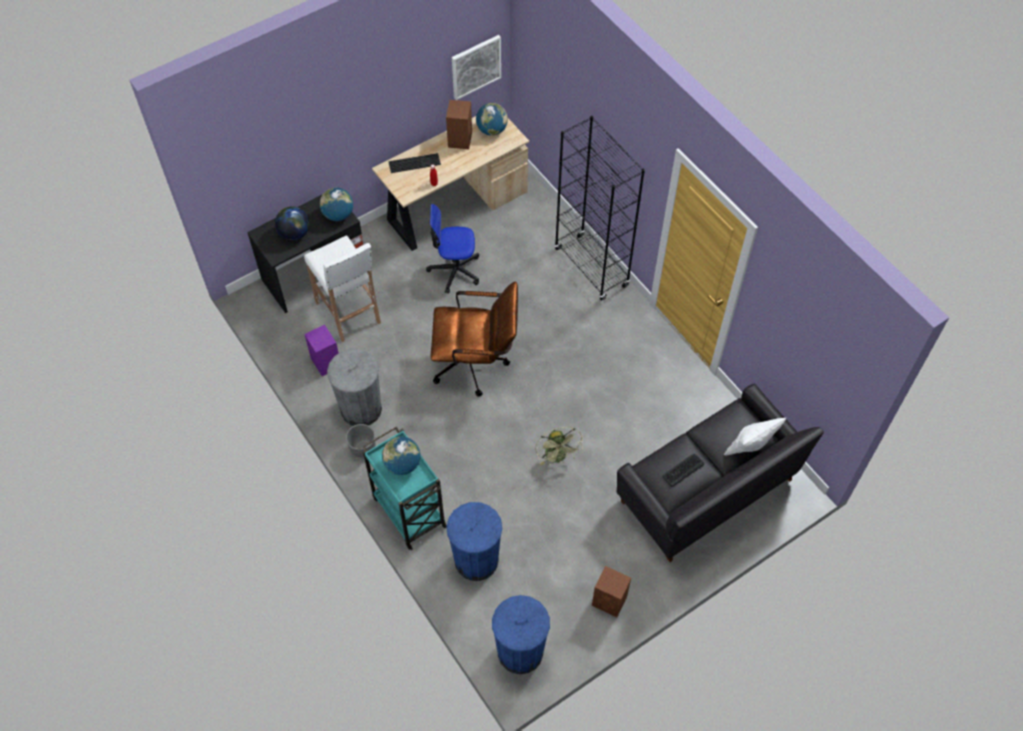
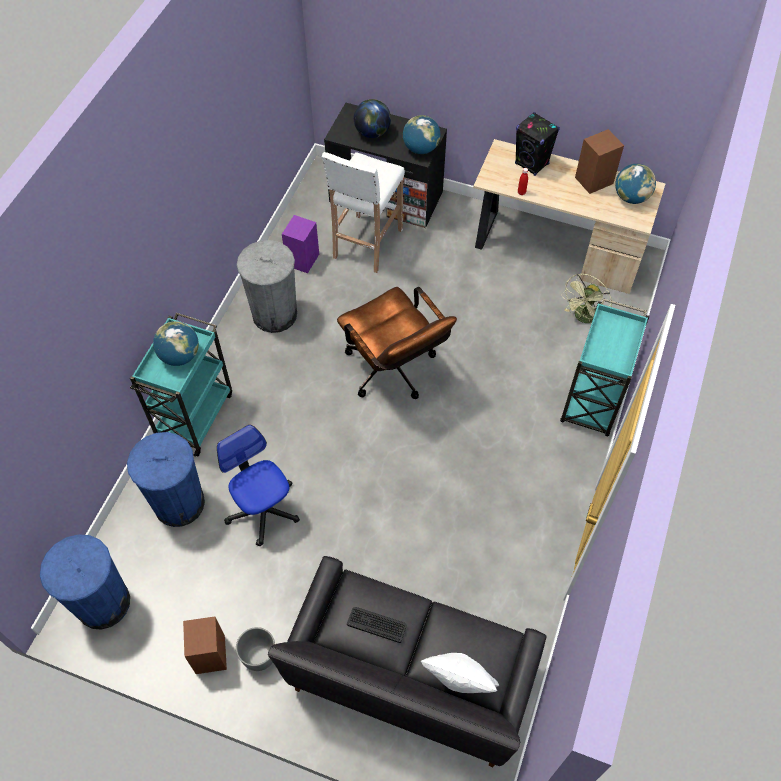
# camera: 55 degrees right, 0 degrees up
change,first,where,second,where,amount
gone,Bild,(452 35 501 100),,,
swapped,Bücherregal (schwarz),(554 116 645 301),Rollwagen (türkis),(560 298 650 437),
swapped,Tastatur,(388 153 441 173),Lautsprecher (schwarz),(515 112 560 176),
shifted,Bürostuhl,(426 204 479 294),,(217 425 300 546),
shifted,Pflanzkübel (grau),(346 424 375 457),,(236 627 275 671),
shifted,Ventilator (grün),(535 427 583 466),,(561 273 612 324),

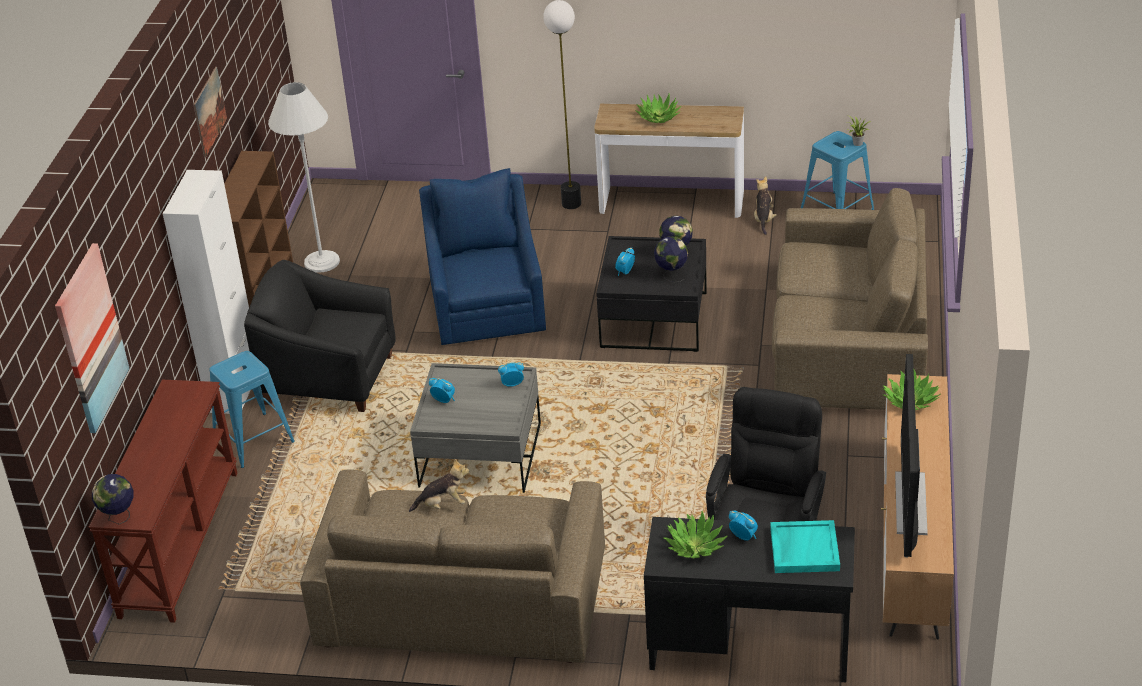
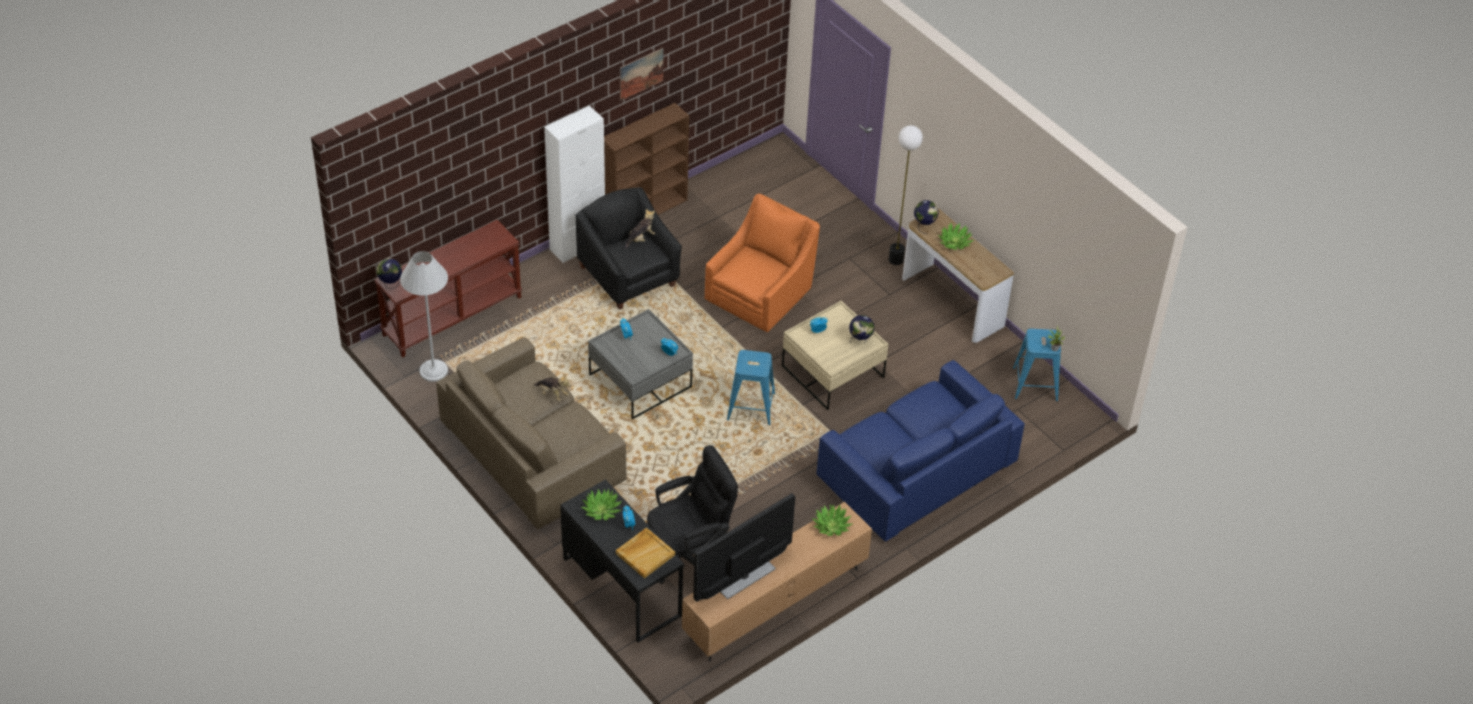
# camera: 40 degrees right, 10 degrees up
change,first,where,second,where,amount
shifted,Stehlampe (weiß),(268 82 340 273),,(400 251 448 382),
repainted,Sessel (blau),(419 168 546 345),Sessel (orange),(705 193 820 333),
shifted,Plüschtier,(754 176 777 235),,(625 209 655 249),
repainted,Sofa (braun),(772 188 928 410),Sofa (blau),(817 360 1025 542),
repainted,Couchtisch (schwarz),(596 236 707 352),Couchtisch (beige),(782 301 888 410),
shifted,Globus,(654 236 688 282),,(914 200 939 232),
gone,Bild,(55 243 130 433),,,
shifted,Hocker (blau),(209 351 295 468),,(727 350 775 425),
repainted,Tablett (türkis),(770 520 840 573),Tablett (beige),(616 527 675 578),

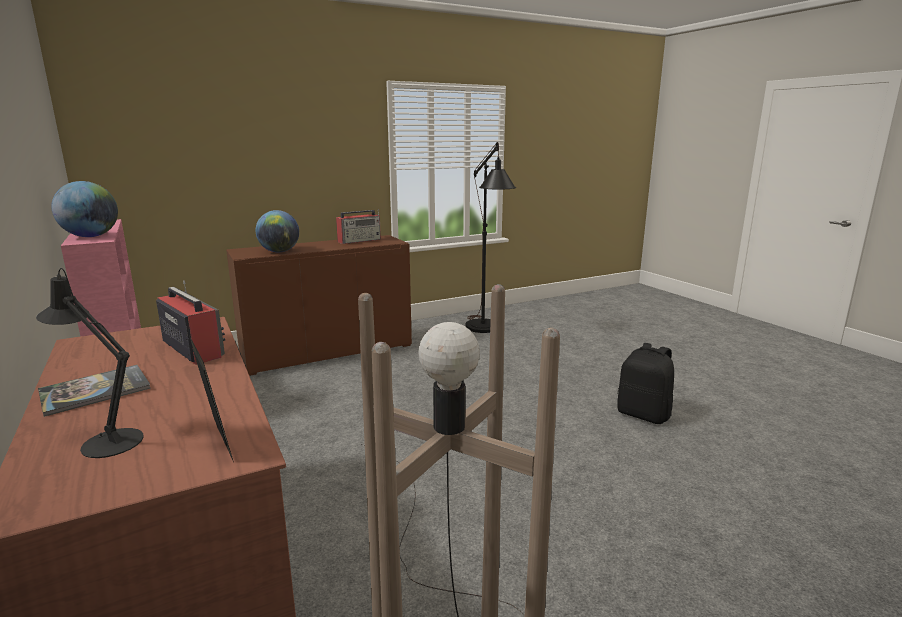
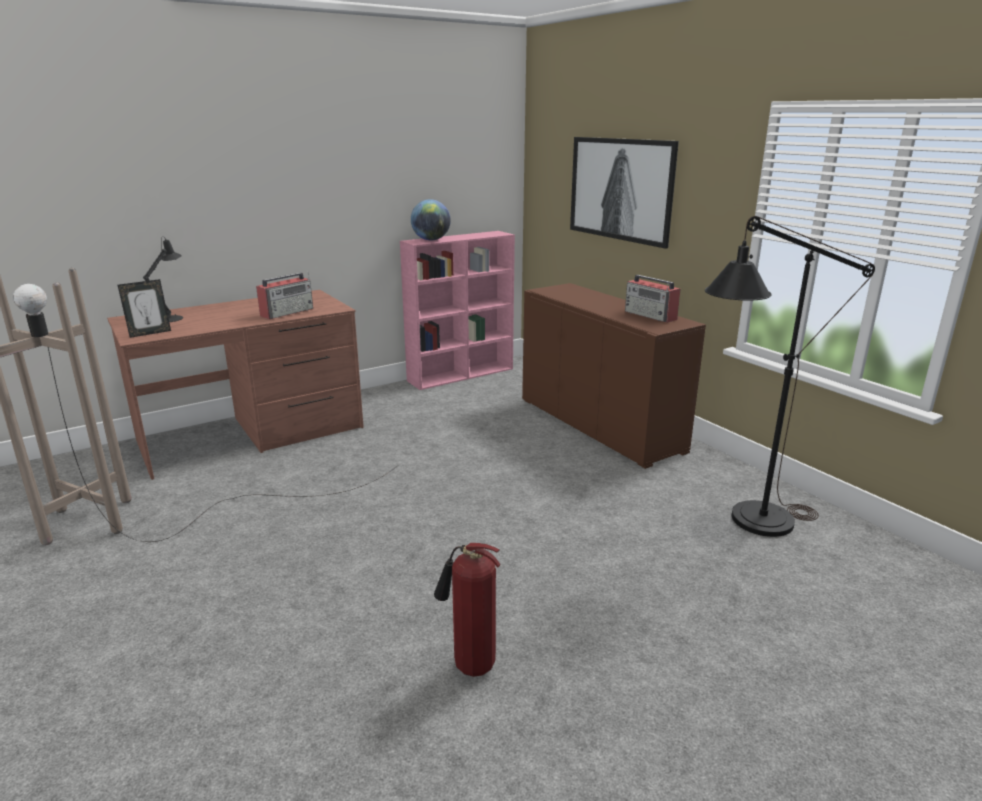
# camera: 85 degrees right, 5 degrees up
change,first,where,second,where,amount
gone,Globus,(255 210 299 252),,,
swapped,Rucksack (schwarz),(617 343 674 424),Feuerlöscher,(434 543 500 677),
gone,Buch,(38 365 151 417),,,
new,,,Bild,(570 137 679 249),

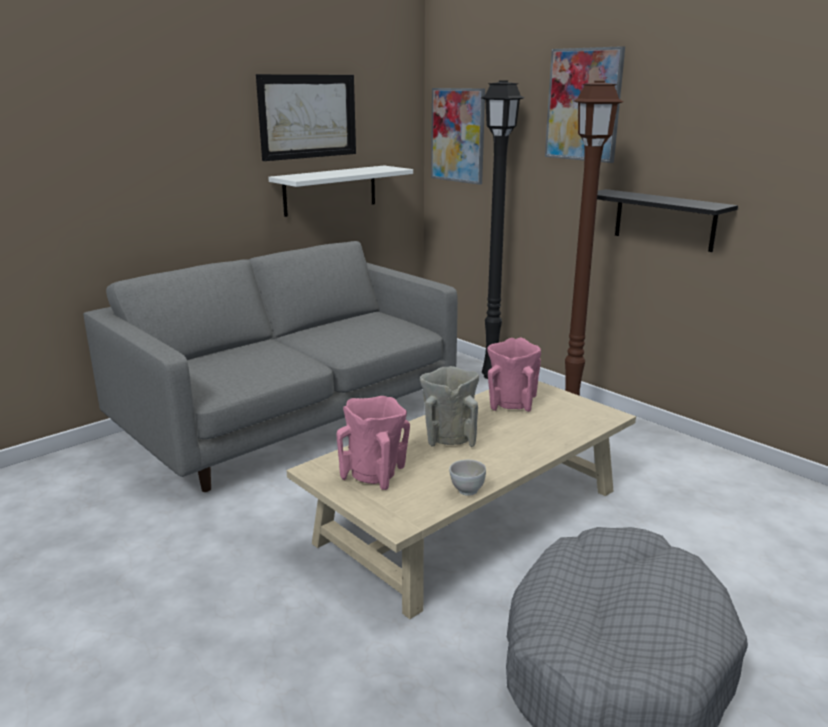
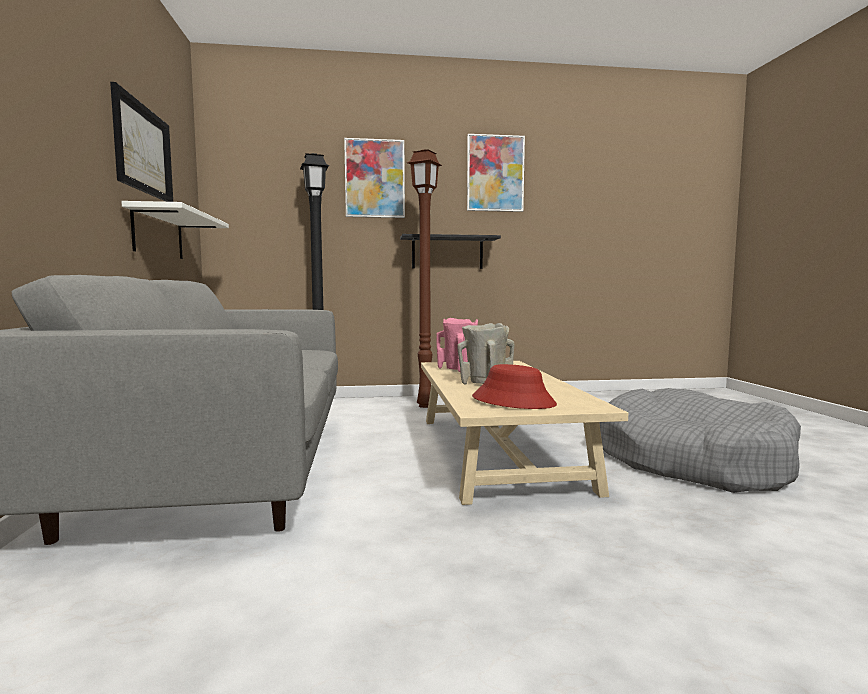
# camera: 55 degrees left, 15 degrees down
change,first,where,second,where,amount
shifted,Bild,(431 88 485 185),,(467 134 525 212),
swapped,Vase (rosa),(336 396 410 490),Hut (rot),(472 364 557 409),
gone,Schüssel (weiß),(449 460 486 496),,,

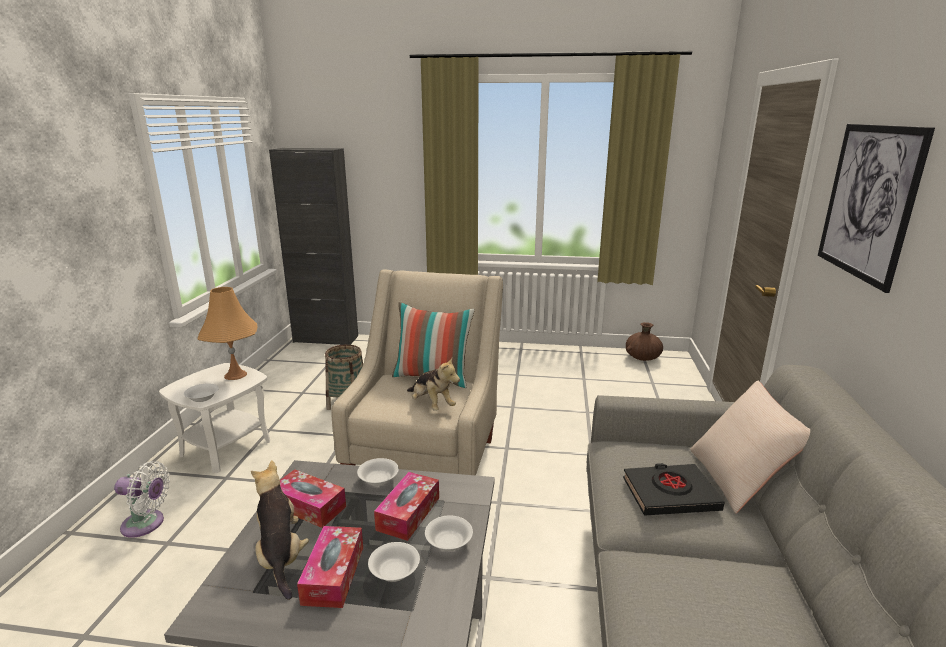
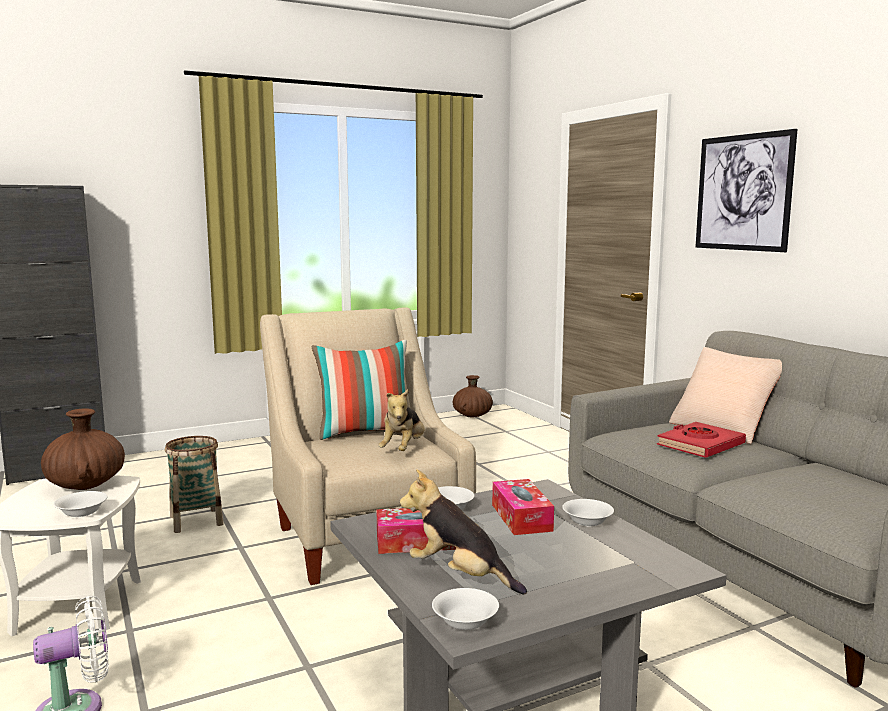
# camera: 35 degrees left, 10 degrees down
change,first,where,second,where,amount
swapped,Tischlampe (orange),(198 287 258 380),Vase (braun),(41 408 125 490),
rotated,Plüschtier,(407 357 460 411),,(378 389 424 451),90 degrees clockwise
repainted,Buch (schwarz),(623 463 725 516),Buch (rot),(657 422 746 458),
gone,Taschentuchbox,(297 526 363 608),,,
shifted,Schüssel (weiß),(368 542 420 582),,(432 588 499 630),

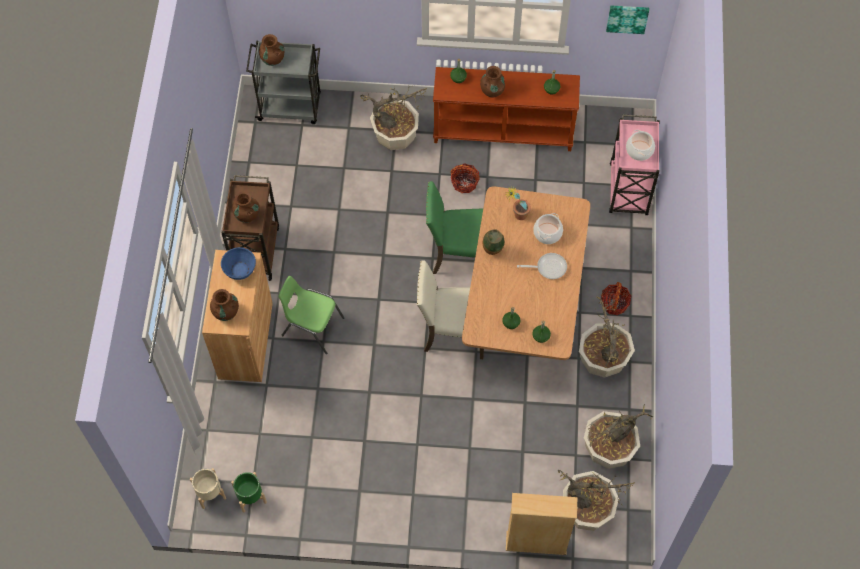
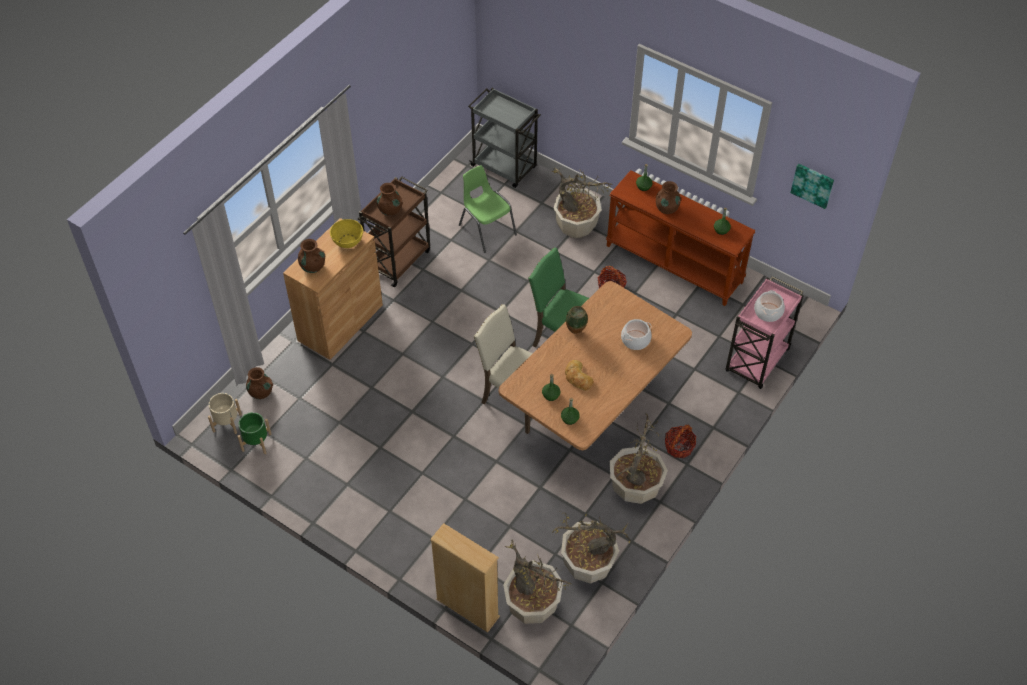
# camera: 30 degrees right, 10 degrees down
change,first,where,second,where,amount
shifted,Vase (braun),(259 34 285 66),,(246 367 273 399),
gone,Topfpflanze,(506 187 531 220),,,
repainted,Schüssel (blau),(221 247 256 280),Schüssel (gelb),(330 219 363 248),
gone,Pfanne,(517 253 567 279),,,
shifted,Stuhl (grün),(279 276 344 354),,(459 165 517 253),
new,,,Brot,(565 360 594 391),

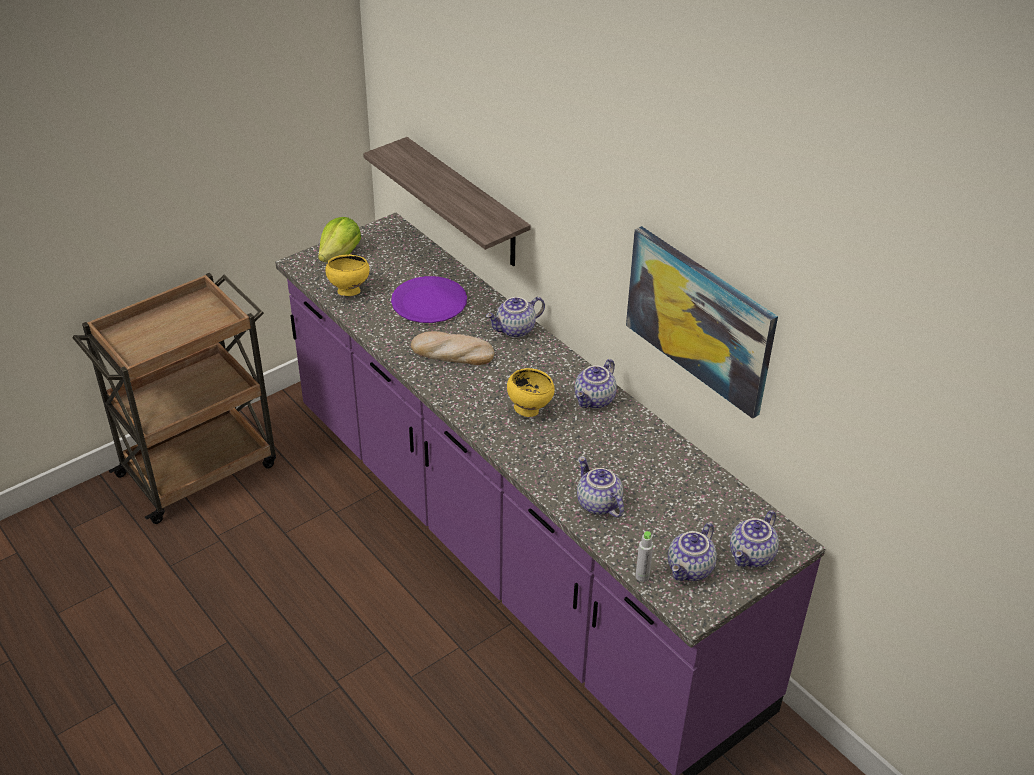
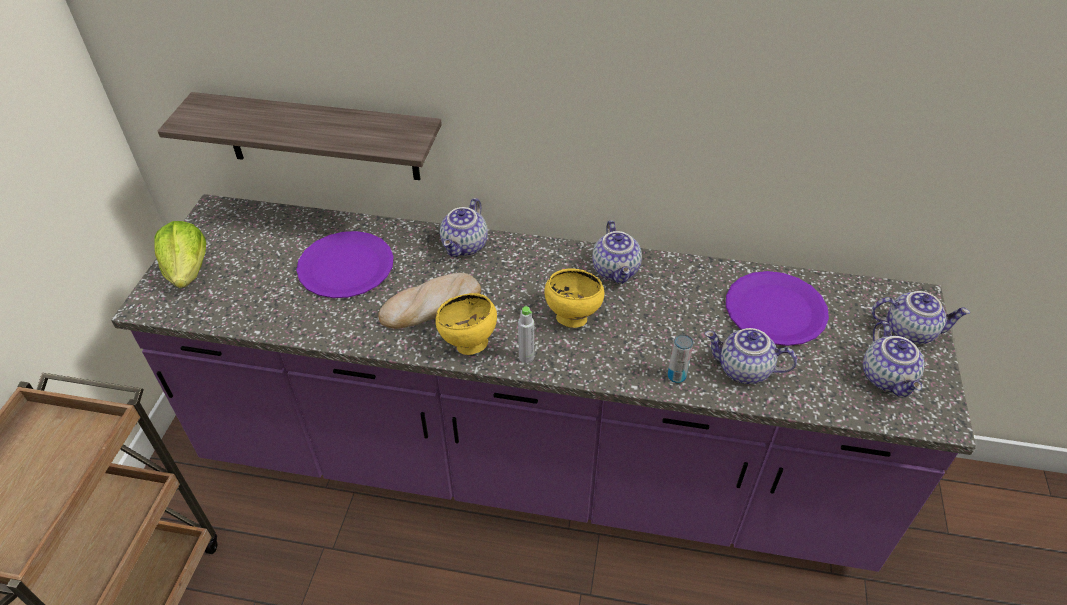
# camera: 40 degrees left, 5 degrees up
change,first,where,second,where,amount
gone,Bild,(626 226 778 419),,,
shifted,Schüssel (gelb),(325 254 370 296),,(435 293 497 355),
rotated,Teekanne,(730 510 779 567),,(872 291 970 344),75 degrees counterclockwise
shifted,Flasche (grau),(635 531 653 582),,(518 306 534 363),
new,,,Teller (lila),(726 271 829 346),
new,,,Dose,(668 334 693 383),

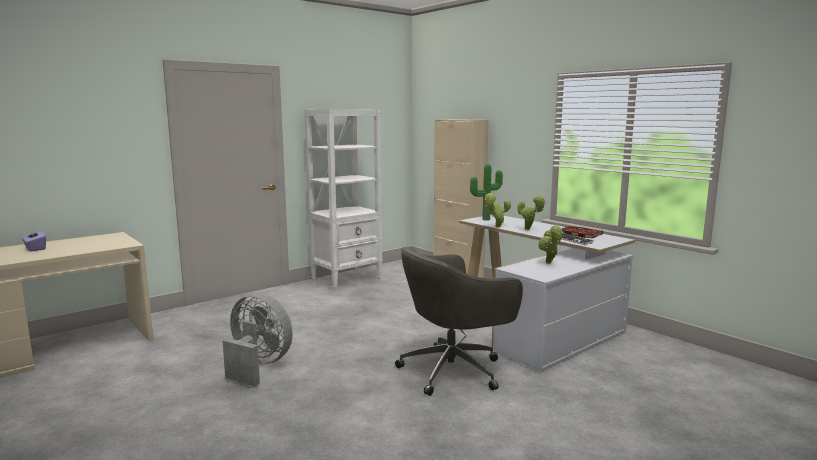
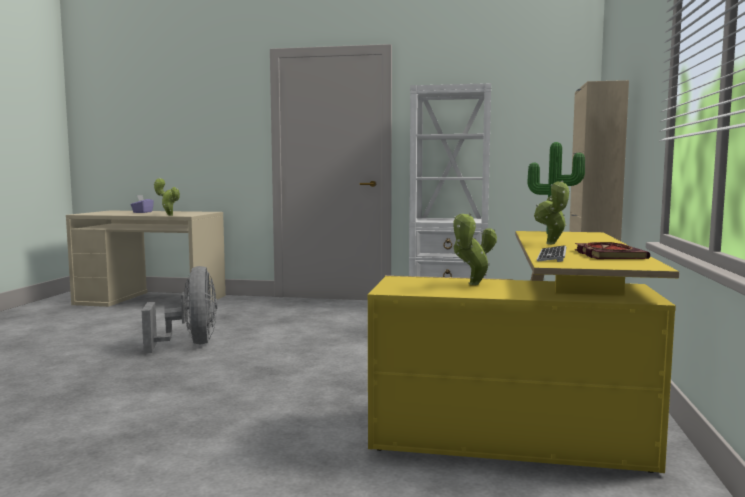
# camera: 50 degrees right, 5 degrees down
change,first,where,second,where,amount
shifted,Topfpflanze,(484 193 511 227),,(154 178 180 216),
repainted,Schreibtisch (weiß),(459 215 635 371),Schreibtisch (gelb),(368 231 679 473),
gone,Bürostuhl (grau),(395 246 523 396),,,

